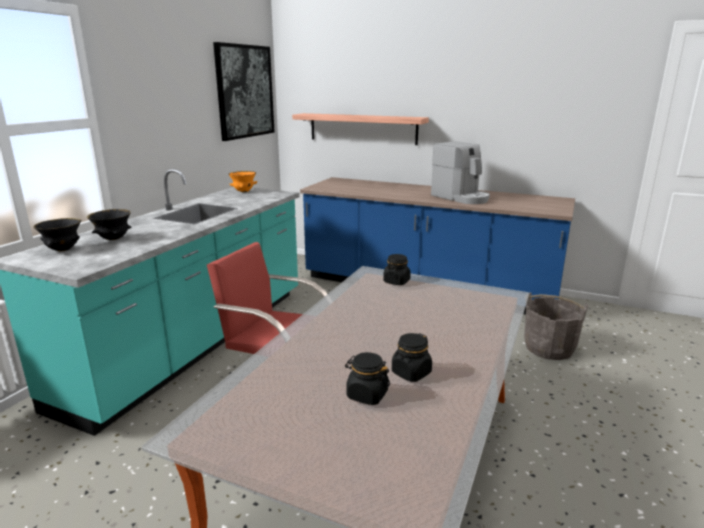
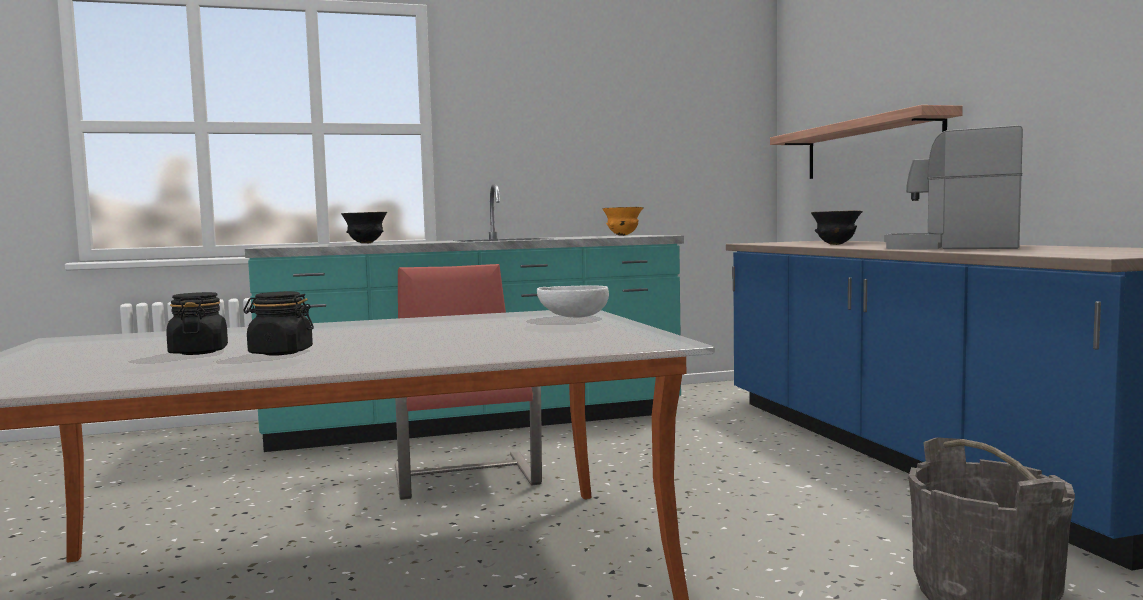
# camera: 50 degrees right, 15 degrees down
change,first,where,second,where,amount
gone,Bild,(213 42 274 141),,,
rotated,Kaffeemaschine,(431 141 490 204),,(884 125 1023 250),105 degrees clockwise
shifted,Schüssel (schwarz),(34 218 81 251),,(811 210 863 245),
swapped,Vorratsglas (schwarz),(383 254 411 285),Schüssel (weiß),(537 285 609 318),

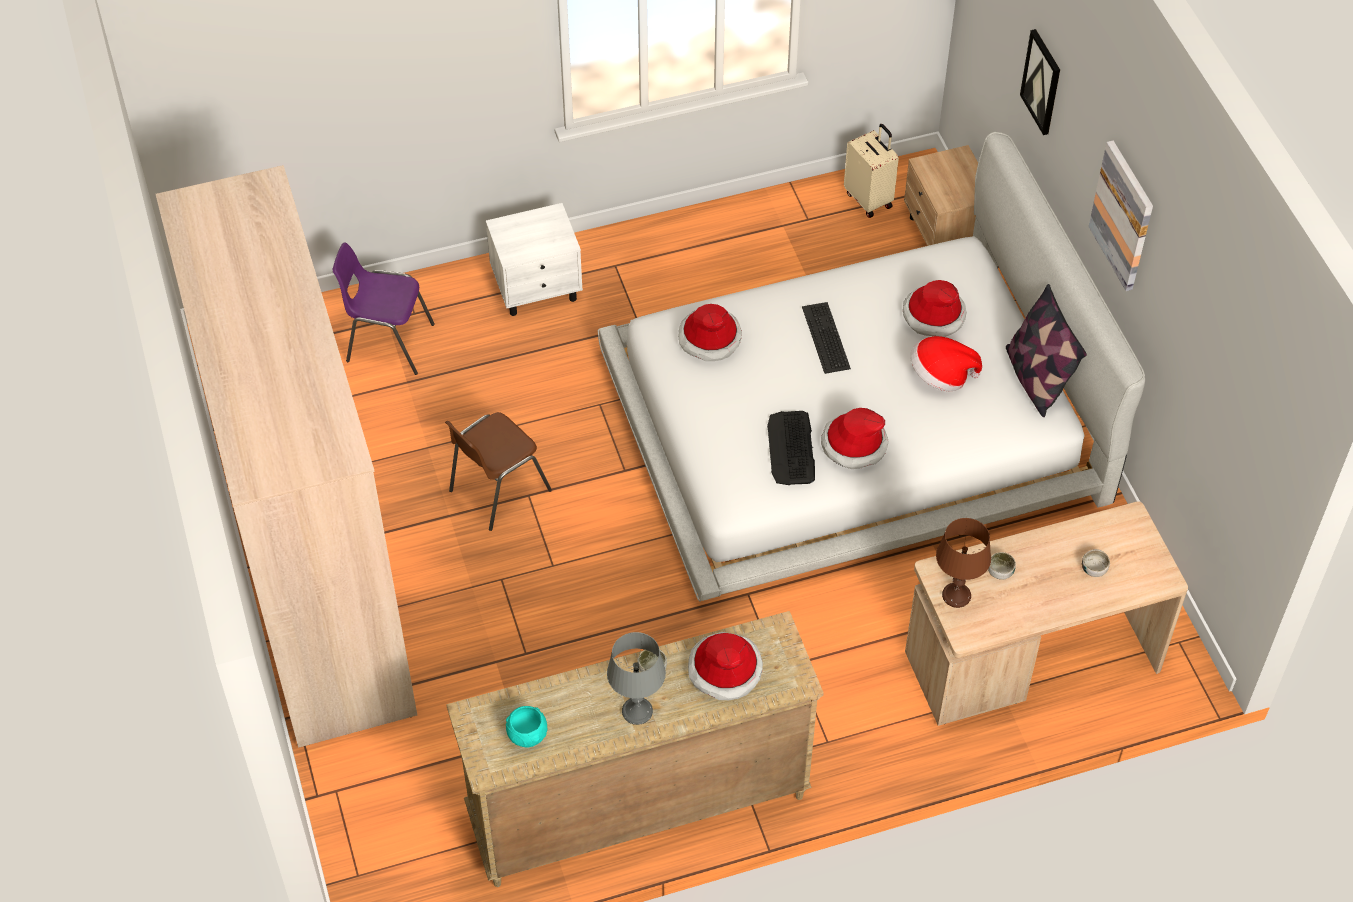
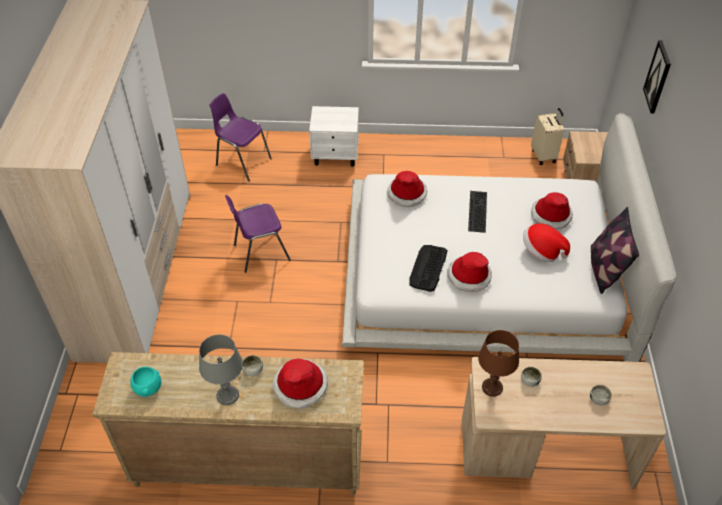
# camera: 20 degrees right, 5 degrees down
change,first,where,second,where,amount
gone,Bild,(1088 141 1153 291),,,
repainted,Stuhl (braun),(445 412 552 531),Stuhl (lila),(225 195 291 273),

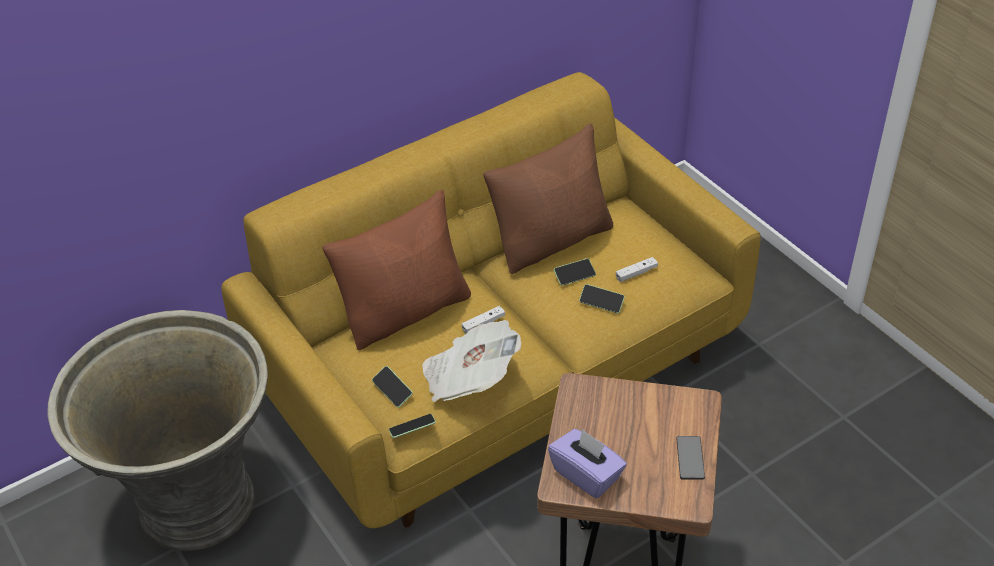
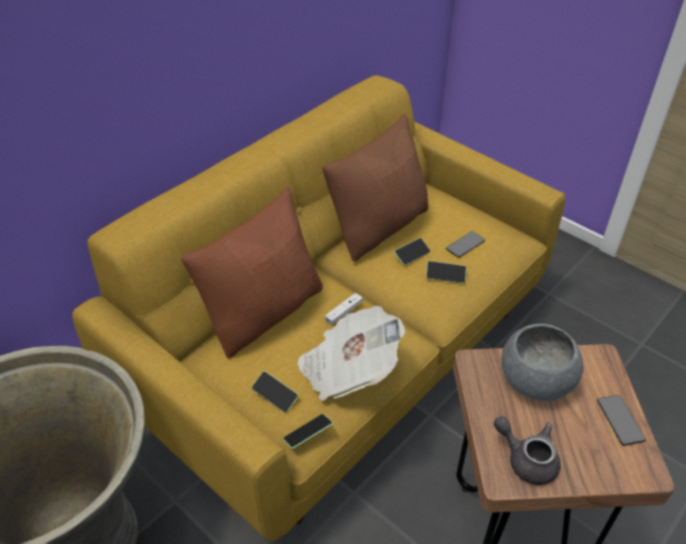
# camera: 15 degrees left, 0 degrees up
change,first,where,second,where,amount
swapped,Gamepad (weiß),(616 257 658 282),Handy,(446 231 485 258),
swapped,Taschentuchbox (lila),(548 428 627 498),Teekanne (grau),(494 416 561 485),
new,,,Schüssel (grau),(502 324 583 401),

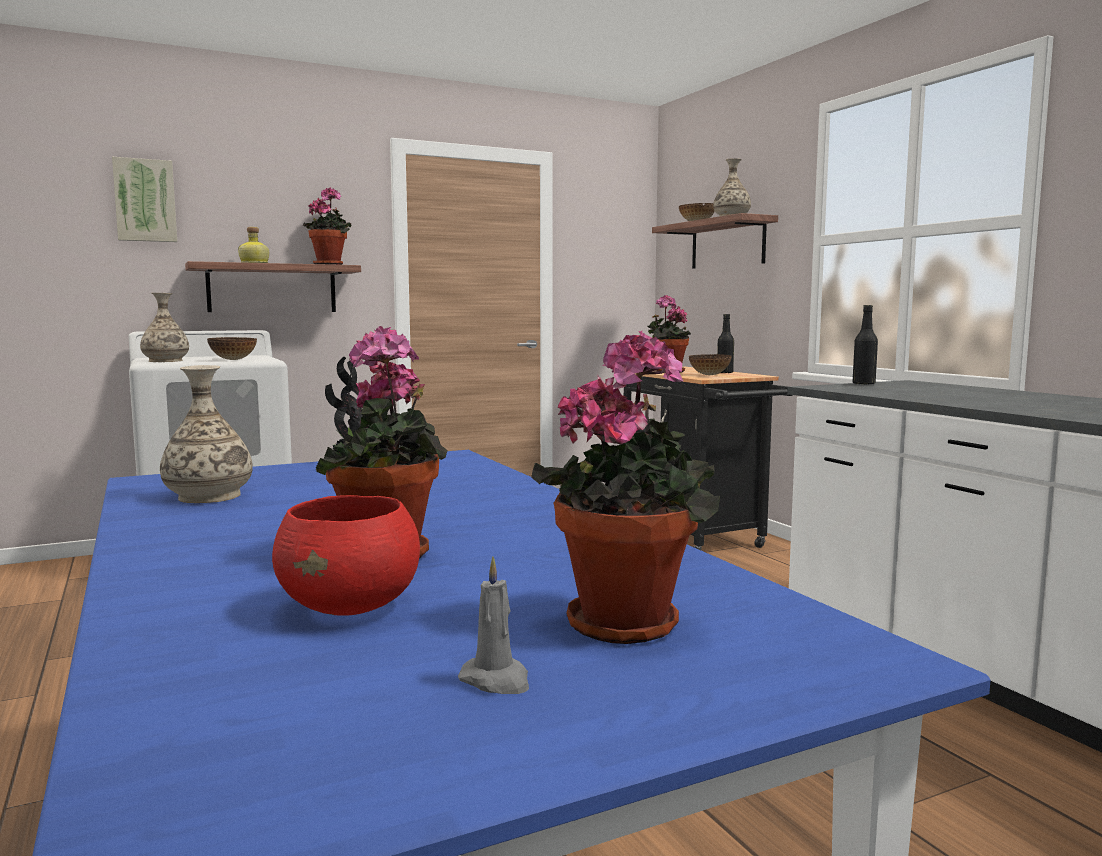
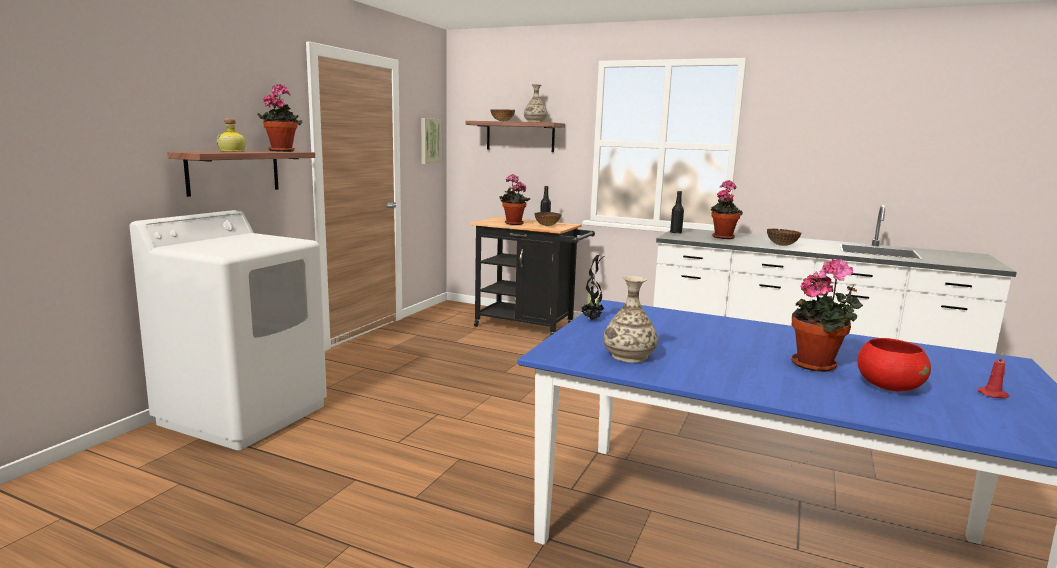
# camera: 40 degrees left, 5 degrees up
change,first,where,second,where,amount
shifted,Bild,(112 157 177 242),,(421 118 441 164),
gone,Vase,(140 293 189 362),,,
shifted,Topfpflanze,(531 331 720 644),,(711 180 743 239),
shifted,Schüssel,(207 337 257 360),,(767 229 801 246),
repainted,Kerze (grau),(458 556 529 694),Kerze (rot),(978 353 1009 398),

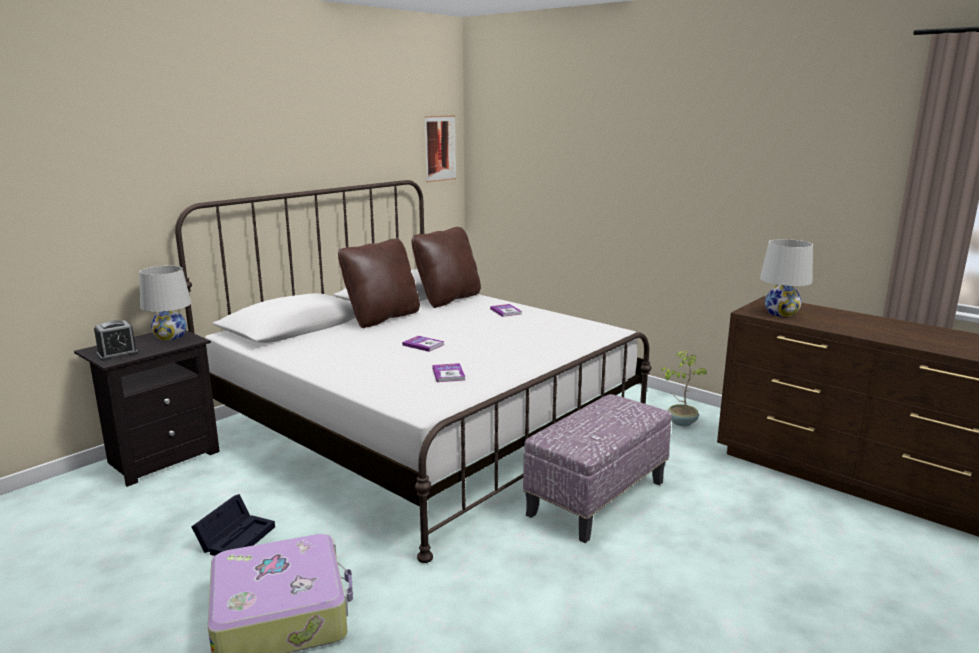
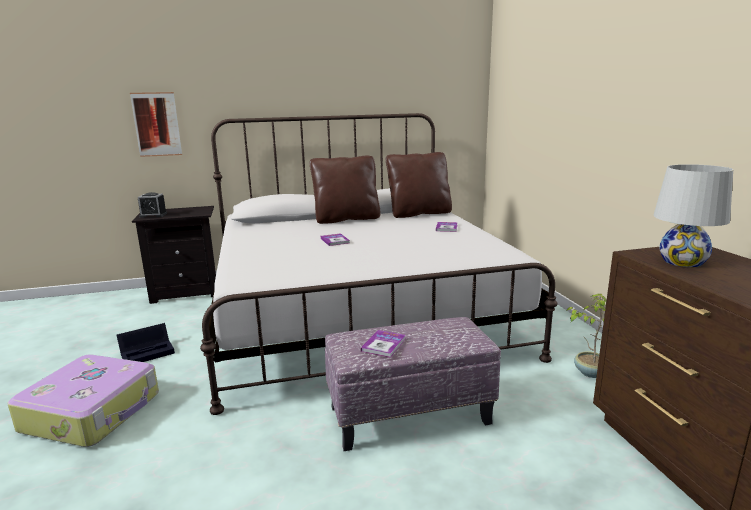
# camera: 35 degrees right, 0 degrees up
change,first,where,second,where,amount
shifted,Bild,(425 115 456 182),,(130 92 182 157),
gone,Tischlampe (weiß),(139 266 191 341),,,
shifted,Buch,(432 363 465 382),,(361 330 405 358),

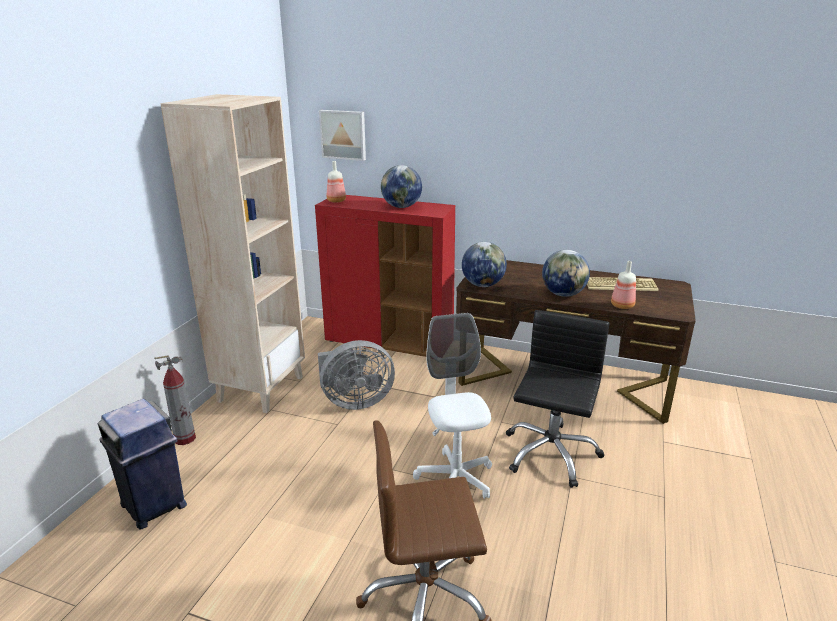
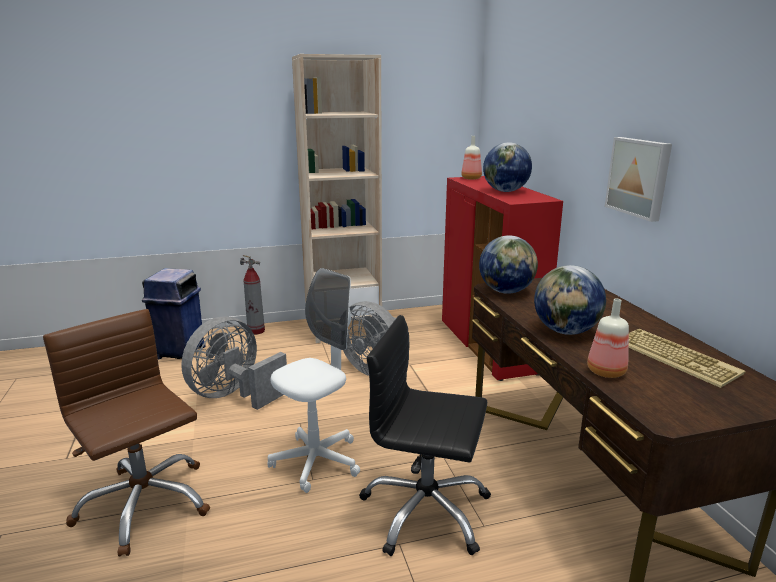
# camera: 55 degrees right, 5 degrees down
change,first,where,second,where,amount
shifted,Bild,(319 110 366 161),,(605 137 672 222),
rotated,Bürostuhl (schwarz),(506 310 609 488),,(359 315 491 556),150 degrees counterclockwise
new,,,Ventilator (grau),(181 316 287 410),

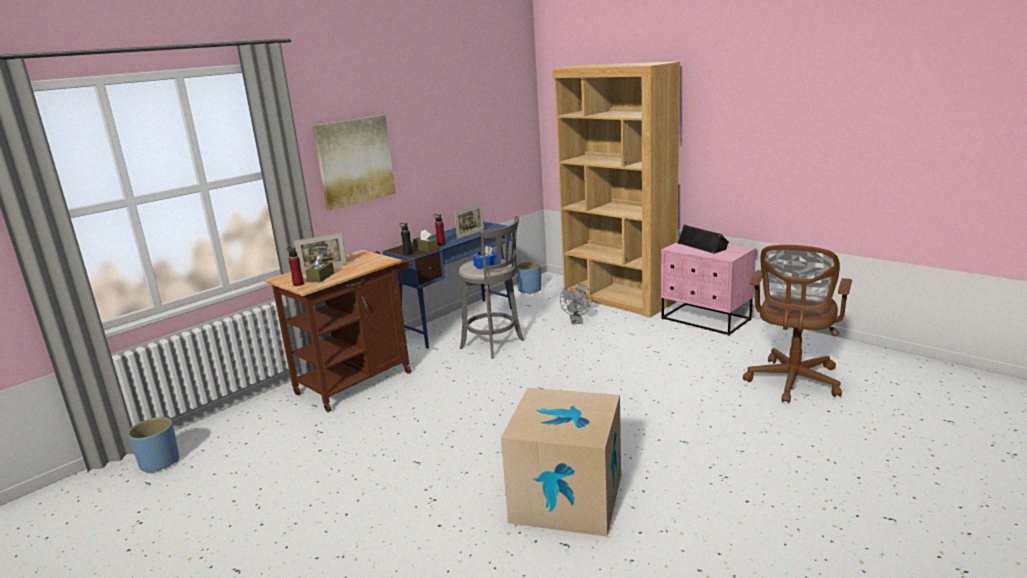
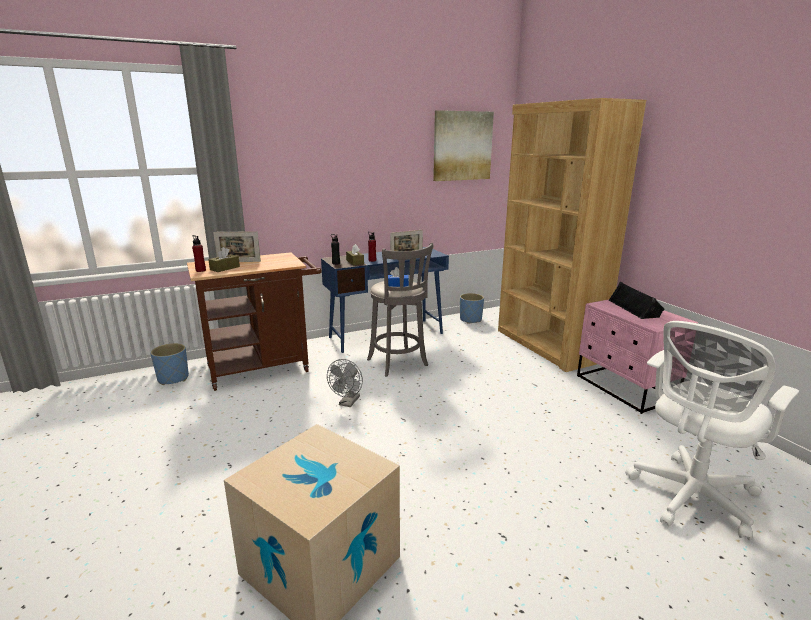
# camera: 20 degrees right, 0 degrees up
change,first,where,second,where,amount
shifted,Bild,(313 115 396 211),,(433 110 494 181),
repainted,Bürostuhl (braun),(743 245 852 403),Bürostuhl (weiß),(625 321 799 540),
shifted,Ventilator (grau),(560 283 593 324),,(327 359 363 407),
shifted,Pflanzkübel (blau),(127 417 179 473),,(151 343 189 385),

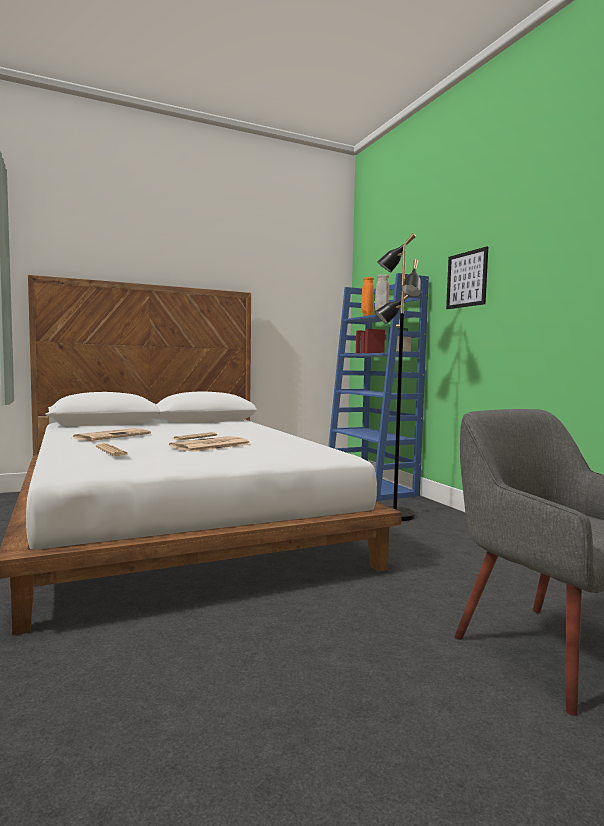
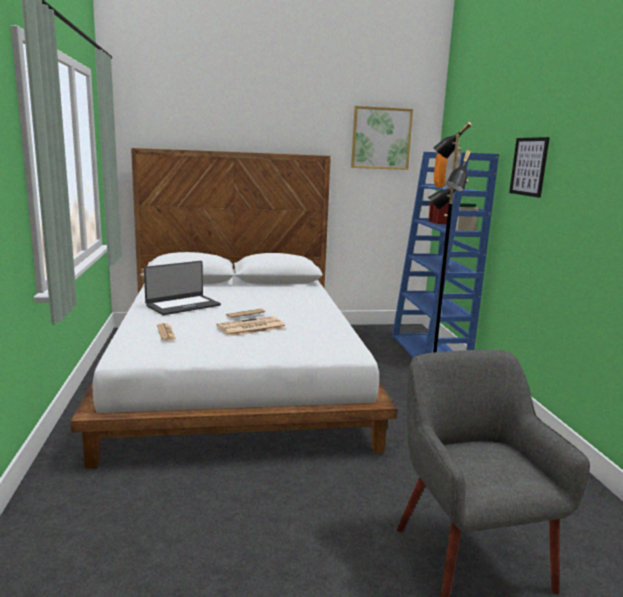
# camera: 15 degrees right, 10 degrees up
change,first,where,second,where,amount
swapped,Zeitung,(73 428 151 441),Laptop,(144 261 221 315),
new,,,Bild,(351 106 413 170),

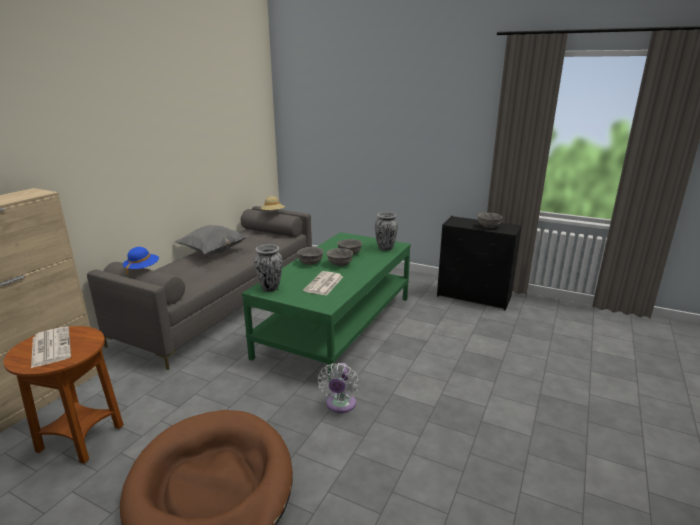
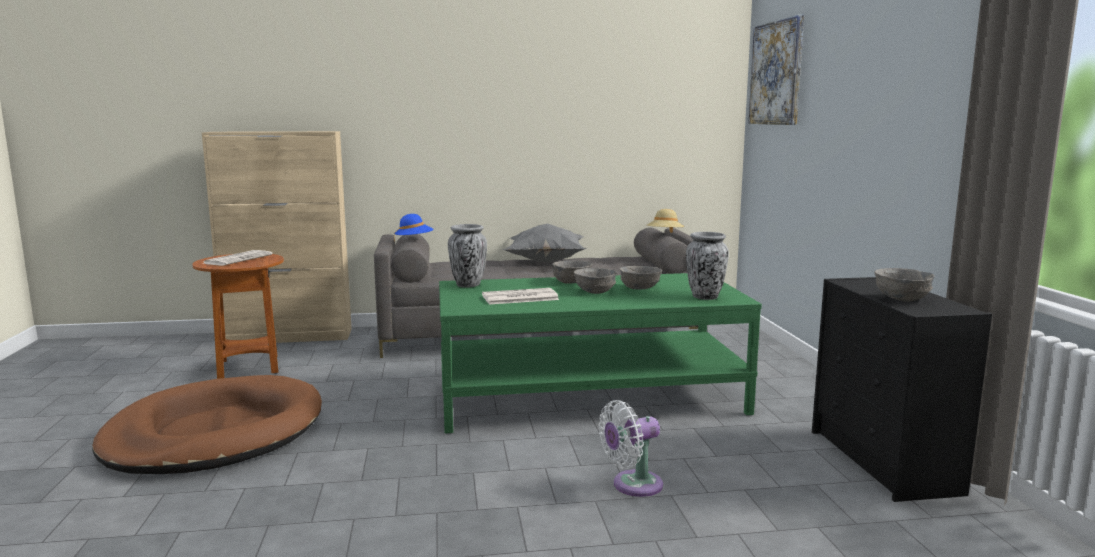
# camera: 55 degrees right, 10 degrees down
change,first,where,second,where,amount
shifted,Ventilator (weiß),(317 363 360 413),,(599 400 663 497),
new,,,Bild,(748 15 804 125),

